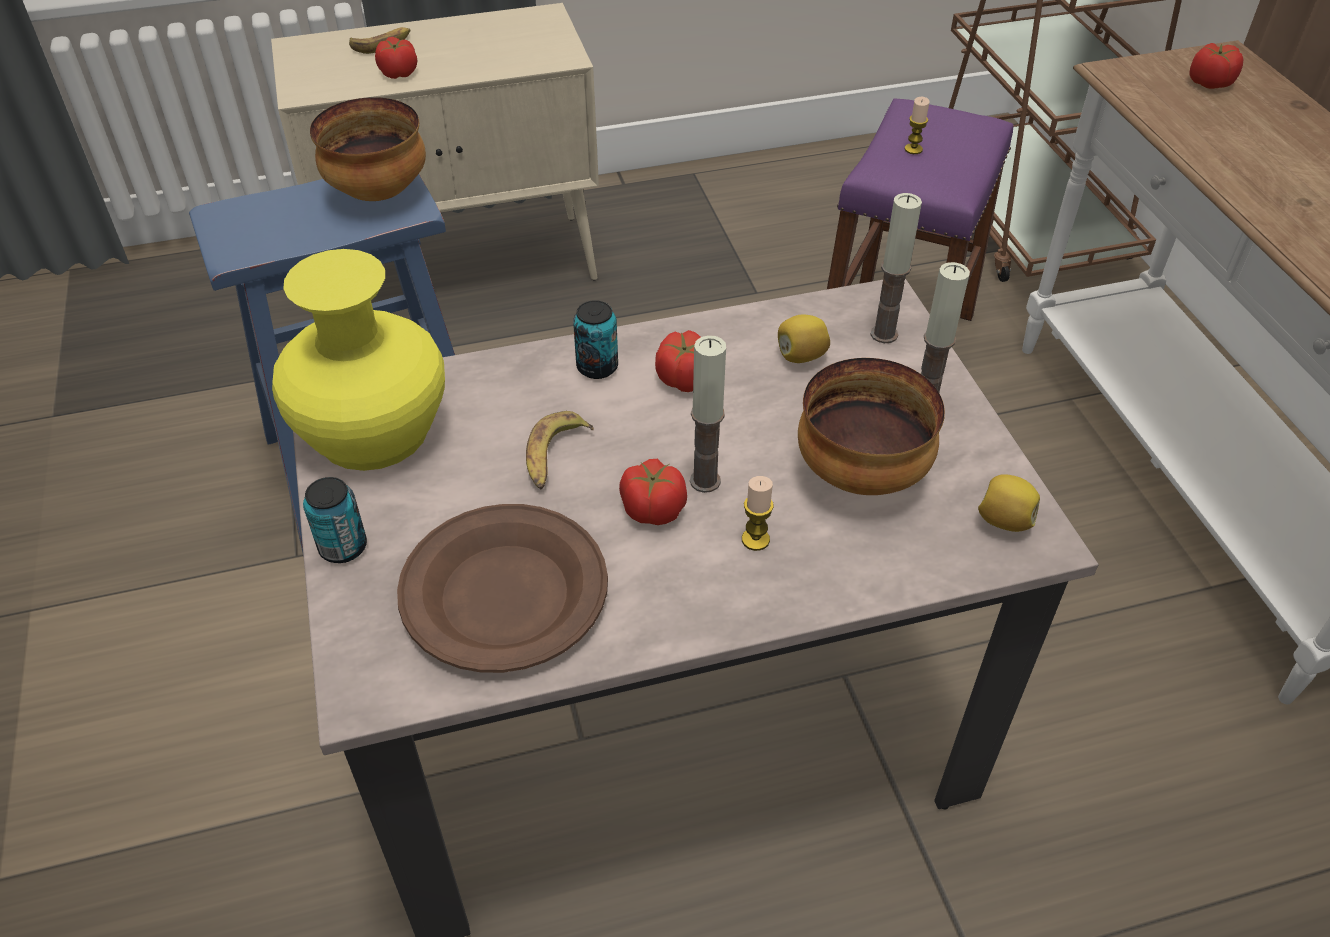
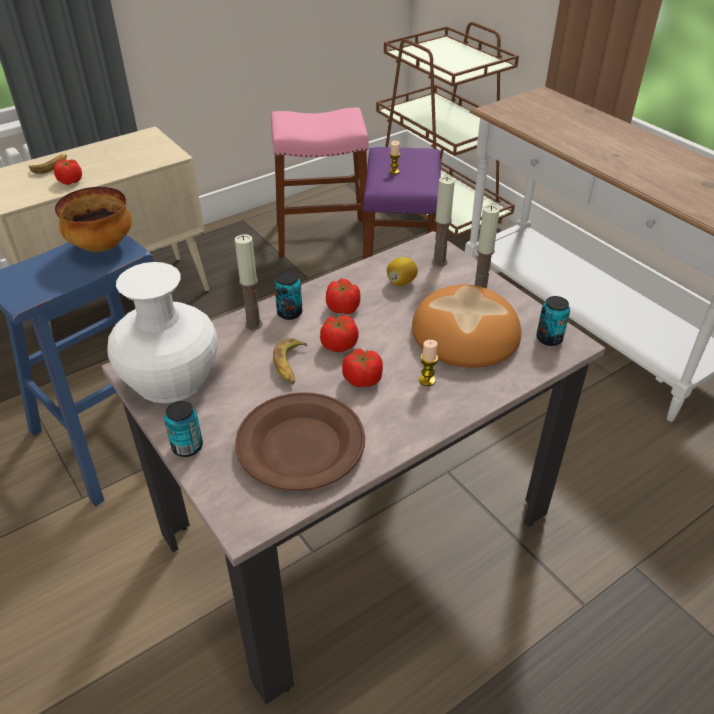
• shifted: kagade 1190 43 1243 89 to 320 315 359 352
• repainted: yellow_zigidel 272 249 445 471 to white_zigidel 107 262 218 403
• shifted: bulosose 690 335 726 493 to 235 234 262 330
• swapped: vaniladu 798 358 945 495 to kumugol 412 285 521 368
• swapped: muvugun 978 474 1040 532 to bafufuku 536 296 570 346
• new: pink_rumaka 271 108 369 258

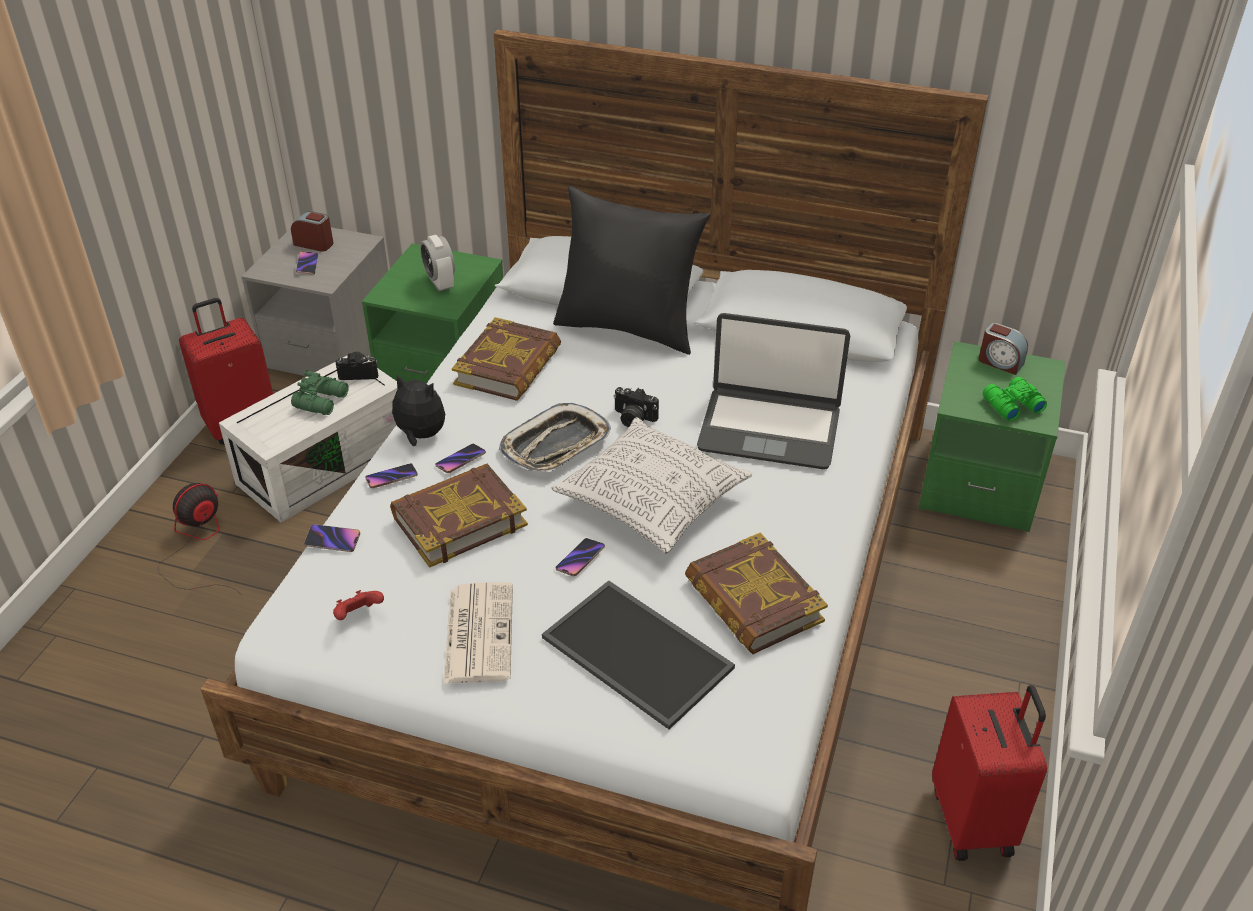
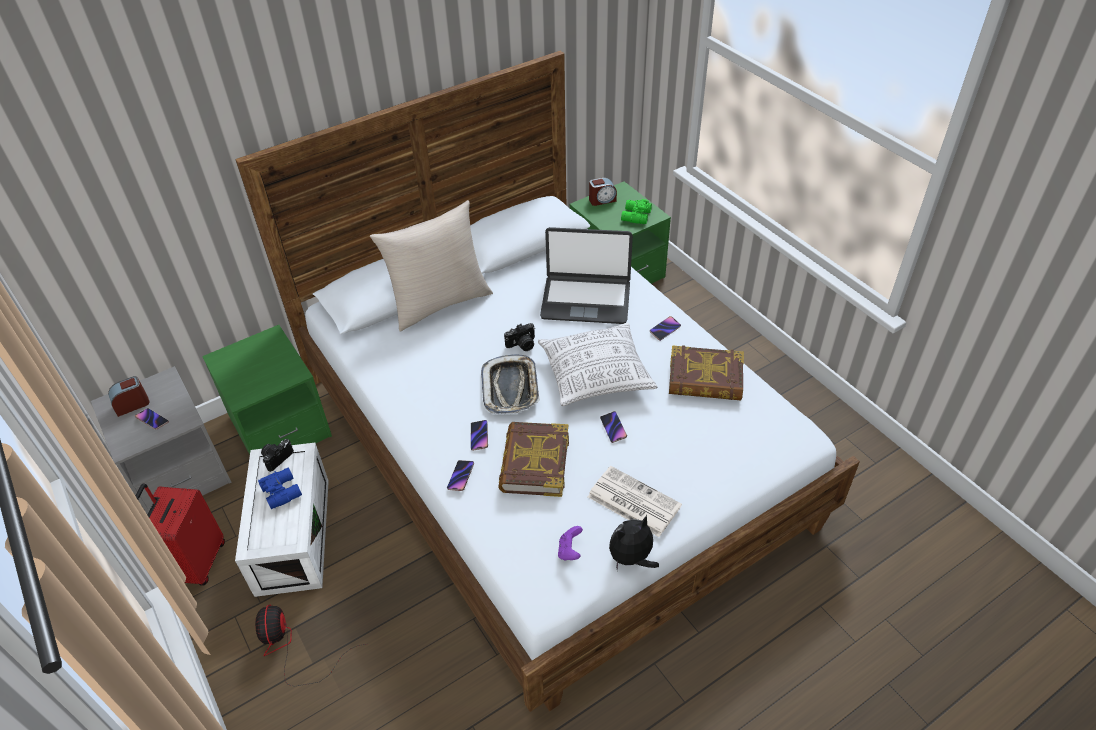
• repainted: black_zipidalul 553 186 710 355 to beige_zipidalul 370 200 493 332
• gone: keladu 420 235 455 291
• rotated: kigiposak 697 313 850 469 = 540 227 633 324 45 degrees clockwise
• gone: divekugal 452 317 561 401
• repainted: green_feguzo 291 370 349 415 to blue_feguzo 258 467 302 509
• shifted: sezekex 383 374 445 446 to 609 515 659 570
• shifted: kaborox 304 524 360 552 to 650 316 681 341
• gone: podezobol 542 580 735 729
• repainted: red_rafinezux 333 590 384 620 to purple_rafinezux 558 526 583 560
• gone: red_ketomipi 932 685 1047 861

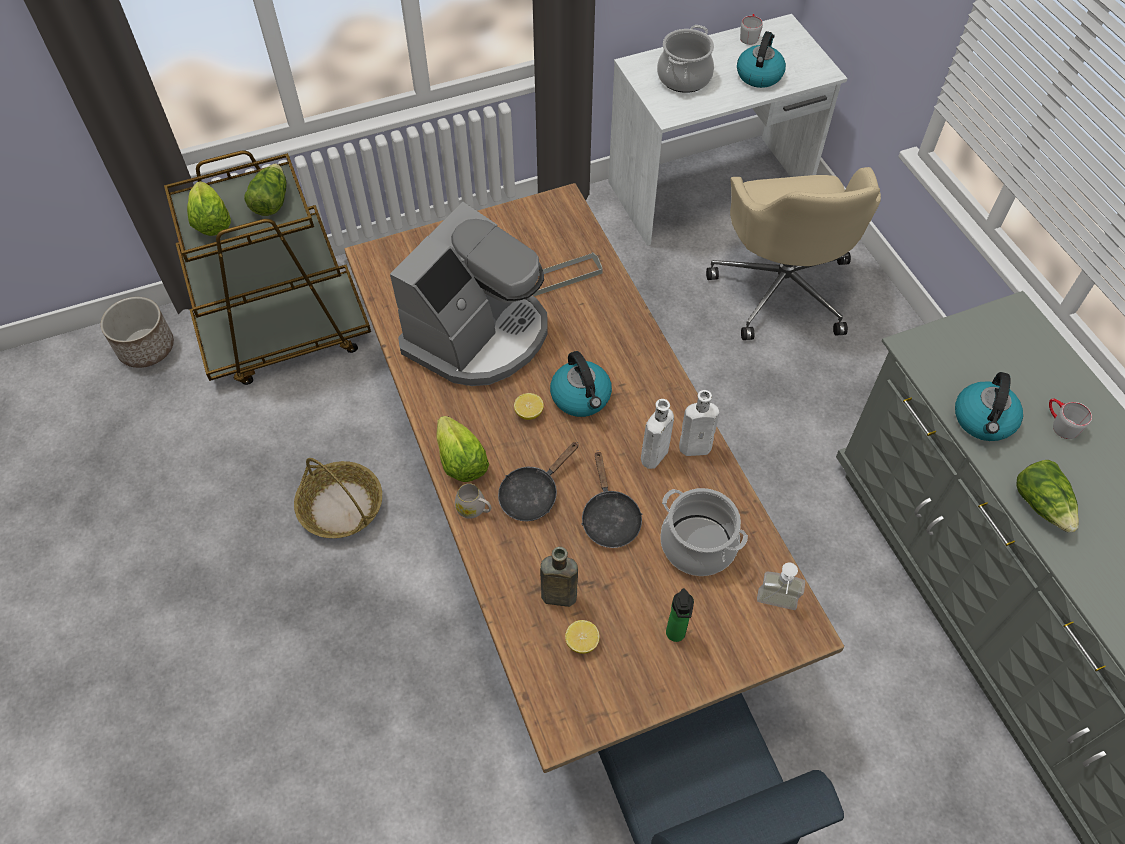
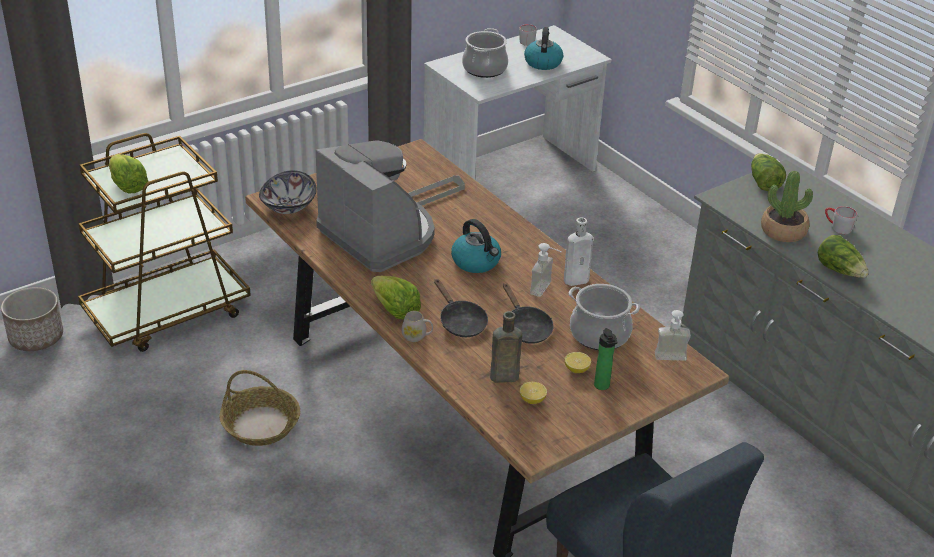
• shifted: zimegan 244 163 287 216 to 751 153 786 191
• gone: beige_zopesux 706 167 881 340
• rotated: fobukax 390 202 547 386 = 316 140 435 272 60 degrees counterclockwise
• swapped: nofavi 955 372 1023 441 to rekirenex 761 171 813 242
• shifted: muvugun 514 393 544 420 to 565 352 591 373
• swapped: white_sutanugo 641 399 674 469 to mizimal 530 243 561 297
• rotated: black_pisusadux 498 442 579 521 = 434 279 488 337 60 degrees counterclockwise
• new: vaniladu 259 170 317 214

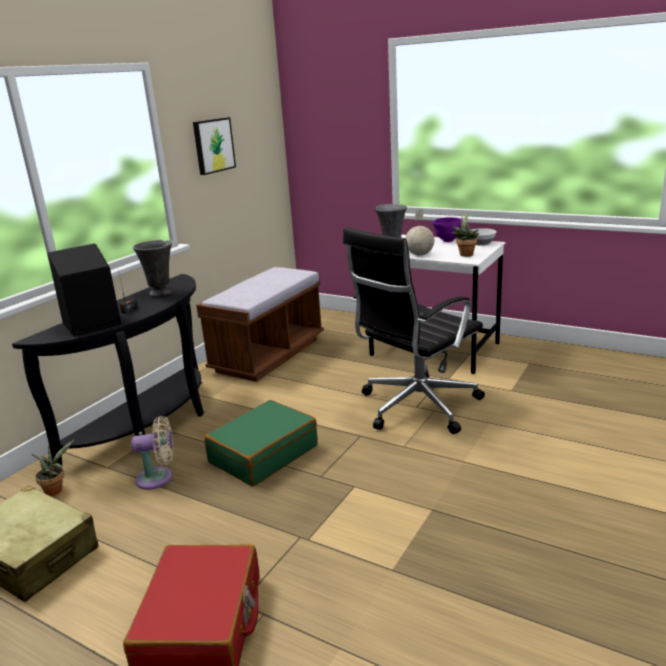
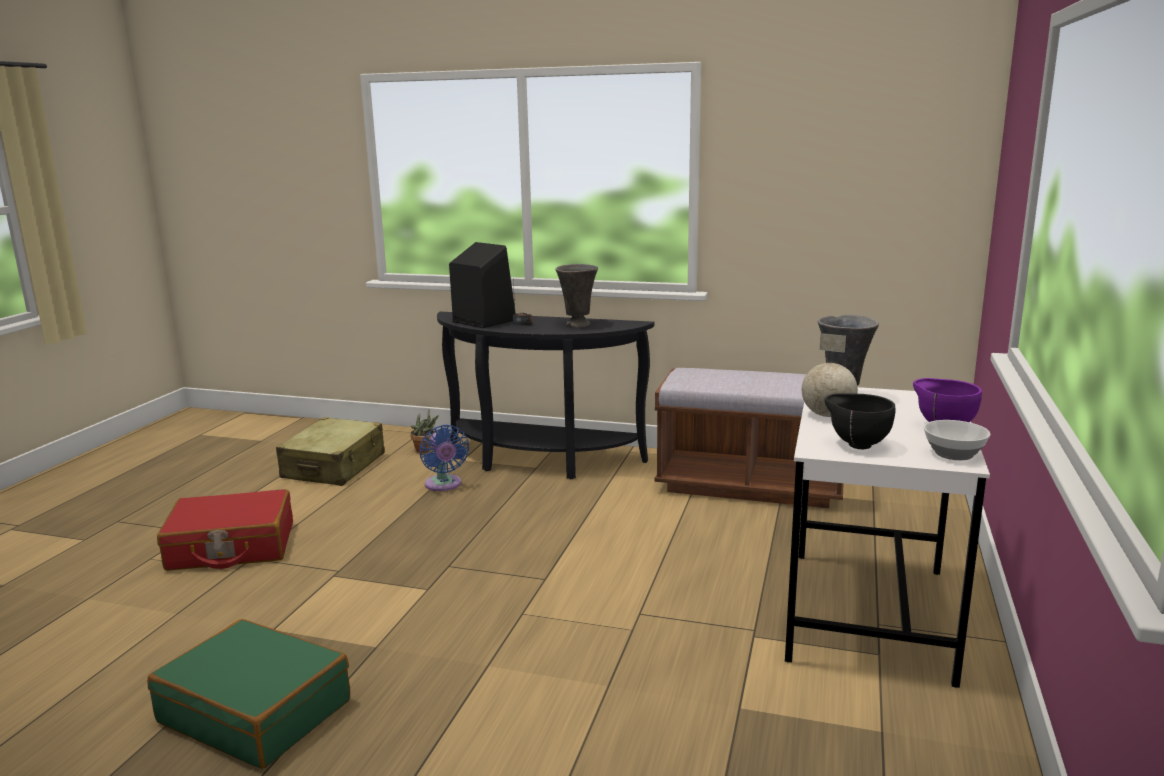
• gone: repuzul 193 117 236 175
• swapped: rekirenex 451 212 479 257 to black_vaniladu 824 393 895 449
• gone: black_zopesux 343 227 485 434
• shifted: green_ketomipi 204 400 318 486 to 147 619 350 769
• repainted: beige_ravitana 131 416 173 490 to blue_ravitana 419 425 469 491

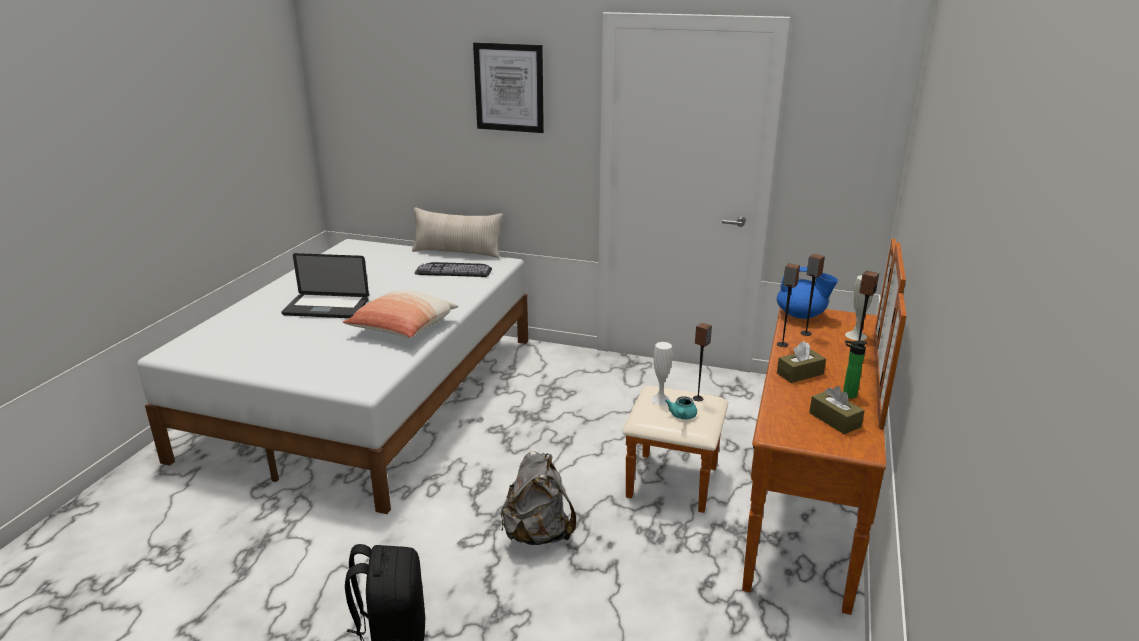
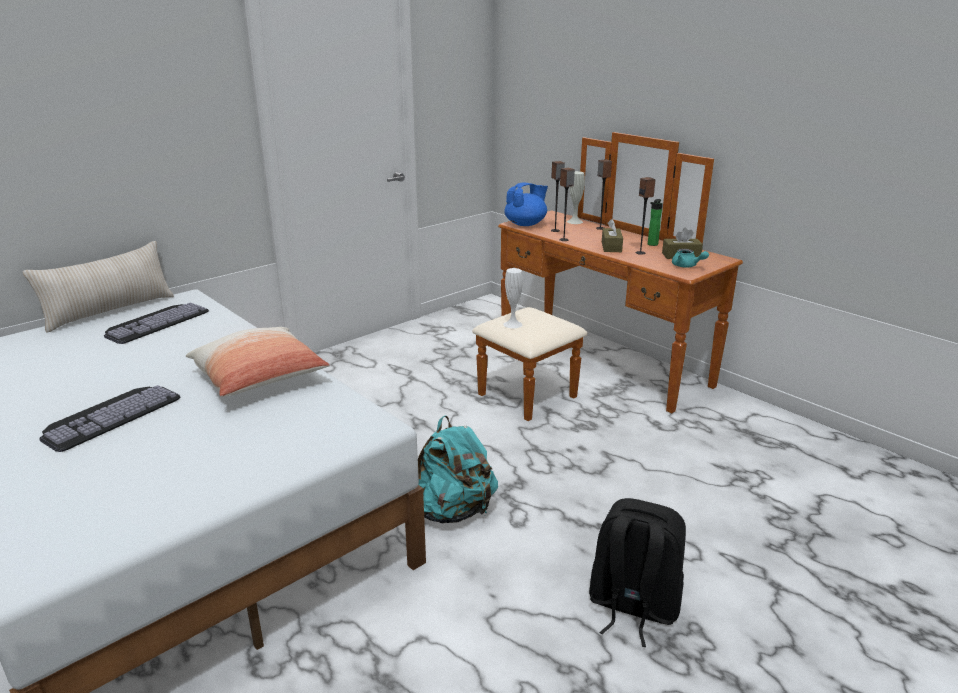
• gone: repuzul 473 42 544 133
• swapped: kigiposak 281 253 369 318 to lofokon 40 385 181 452
• shifted: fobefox 693 323 712 401 to 636 177 656 255
• shifted: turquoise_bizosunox 665 396 697 419 to 672 249 709 268
• gone: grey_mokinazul 501 451 576 545
• new: turquoise_mokinazul 418 416 498 523

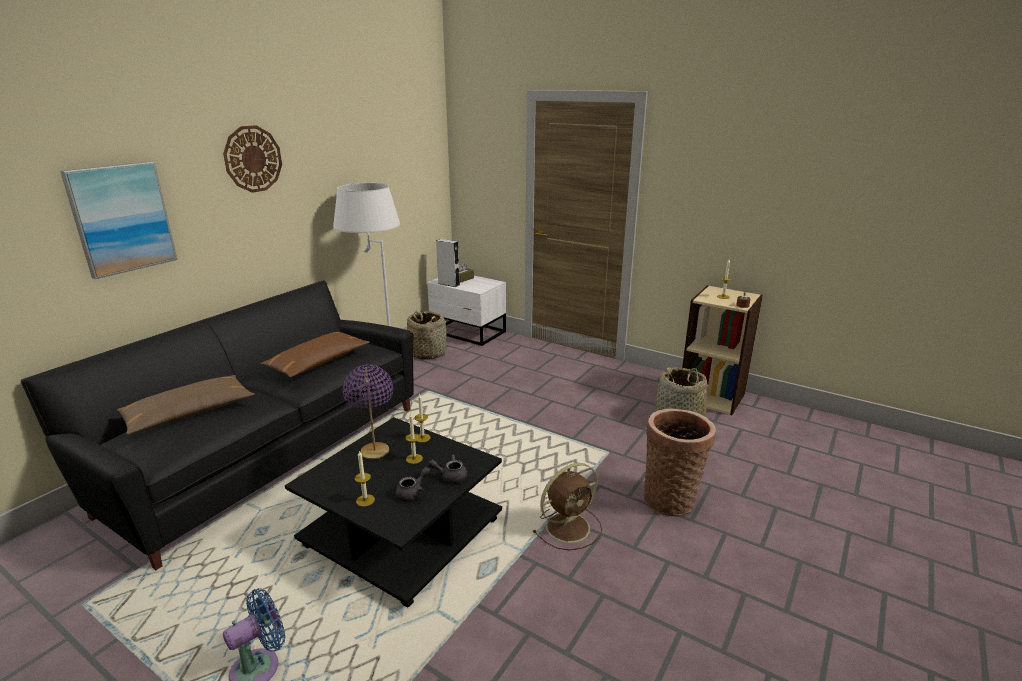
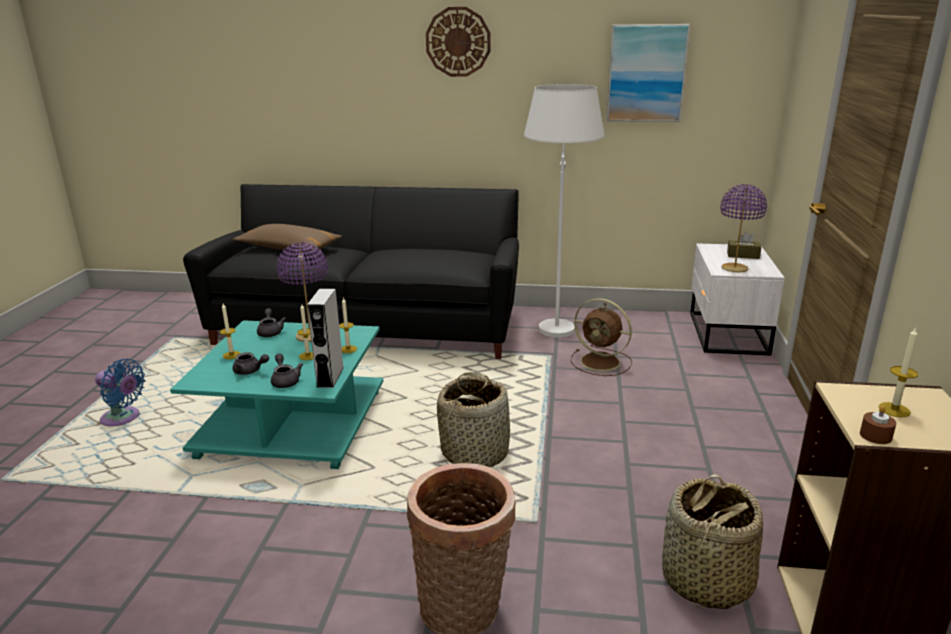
• shifted: repuzul 60 161 178 279 to 607 24 690 122
• shifted: grey_fobefox 436 239 460 287 to 307 288 344 388
• shifted: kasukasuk 407 310 447 360 to 437 372 510 467
• gone: brown_zipidalul 261 332 370 378
• repainted: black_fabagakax 285 417 502 608 to turquoise_fabagakax 170 320 383 469
• shifted: brown_ravitana 532 463 602 550 to 571 298 632 376
• new: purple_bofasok 721 184 767 272
• new: grey_bizosunox 257 308 286 337

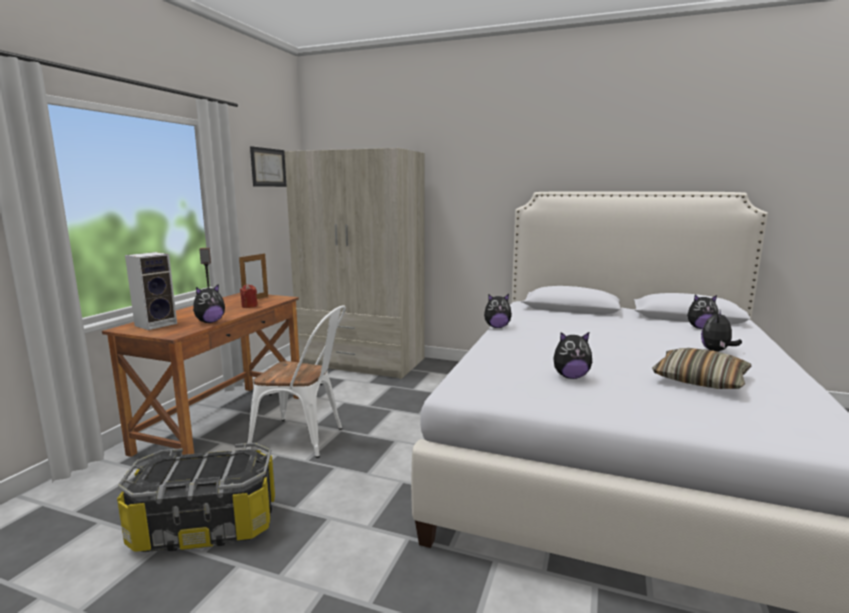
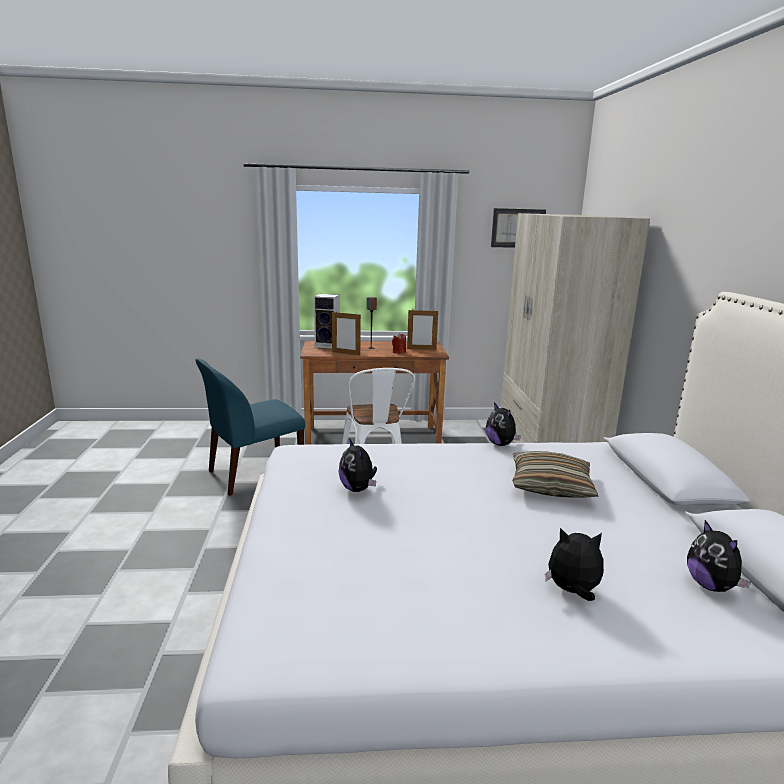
• swapped: sezekex 193 284 225 323 to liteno 332 311 361 355
• shifted: zipidalul 652 348 751 389 to 512 451 599 498
• swapped: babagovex 117 443 275 552 to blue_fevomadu 196 358 305 496

